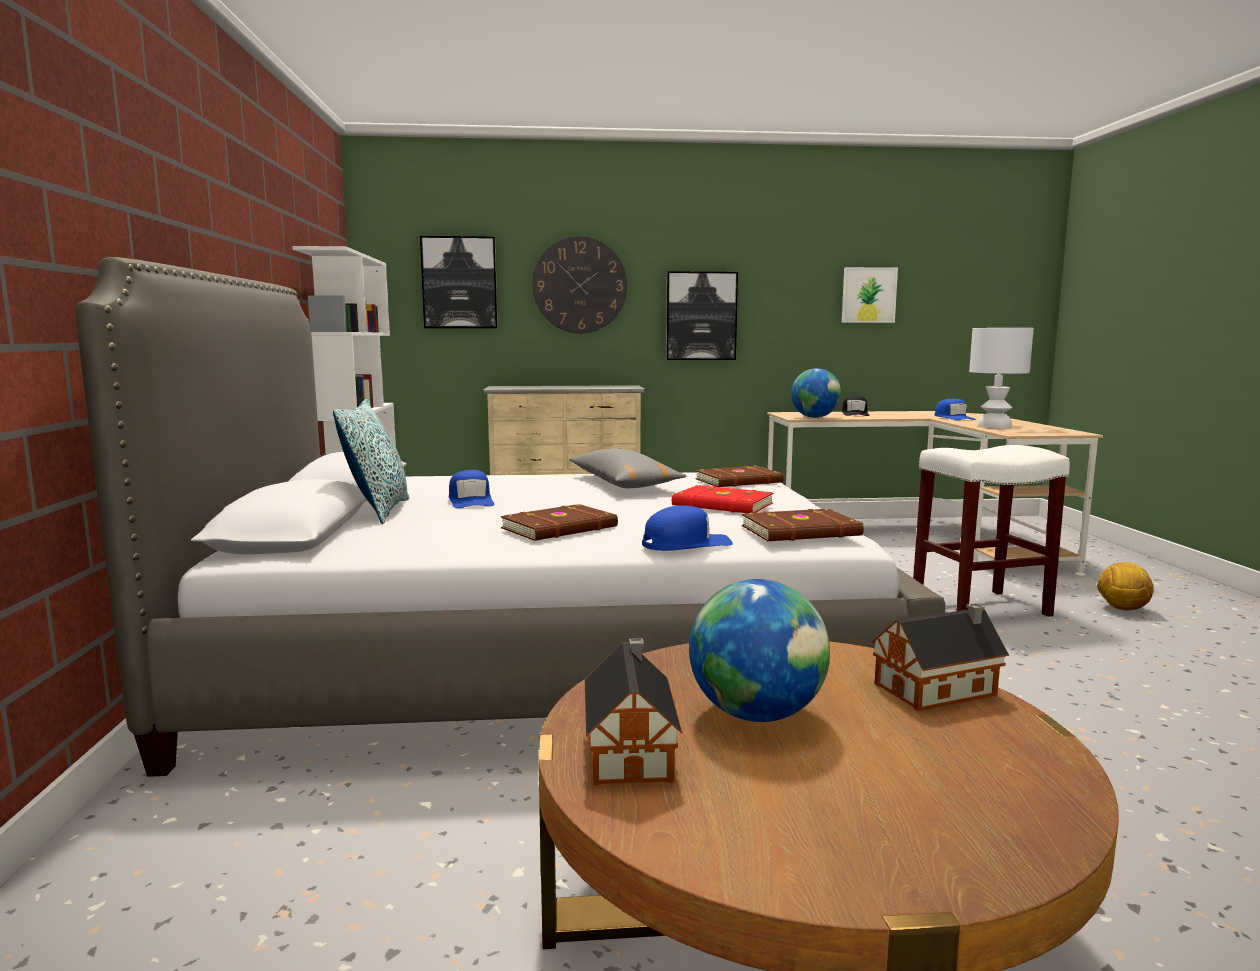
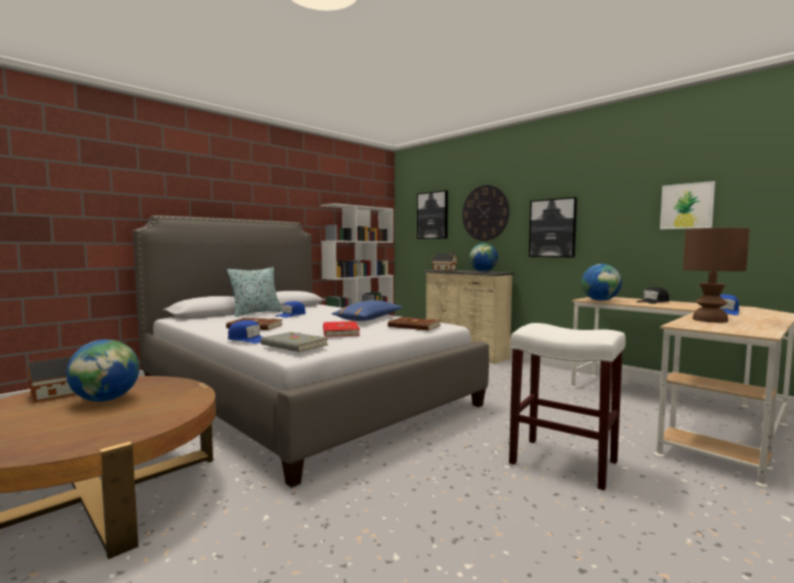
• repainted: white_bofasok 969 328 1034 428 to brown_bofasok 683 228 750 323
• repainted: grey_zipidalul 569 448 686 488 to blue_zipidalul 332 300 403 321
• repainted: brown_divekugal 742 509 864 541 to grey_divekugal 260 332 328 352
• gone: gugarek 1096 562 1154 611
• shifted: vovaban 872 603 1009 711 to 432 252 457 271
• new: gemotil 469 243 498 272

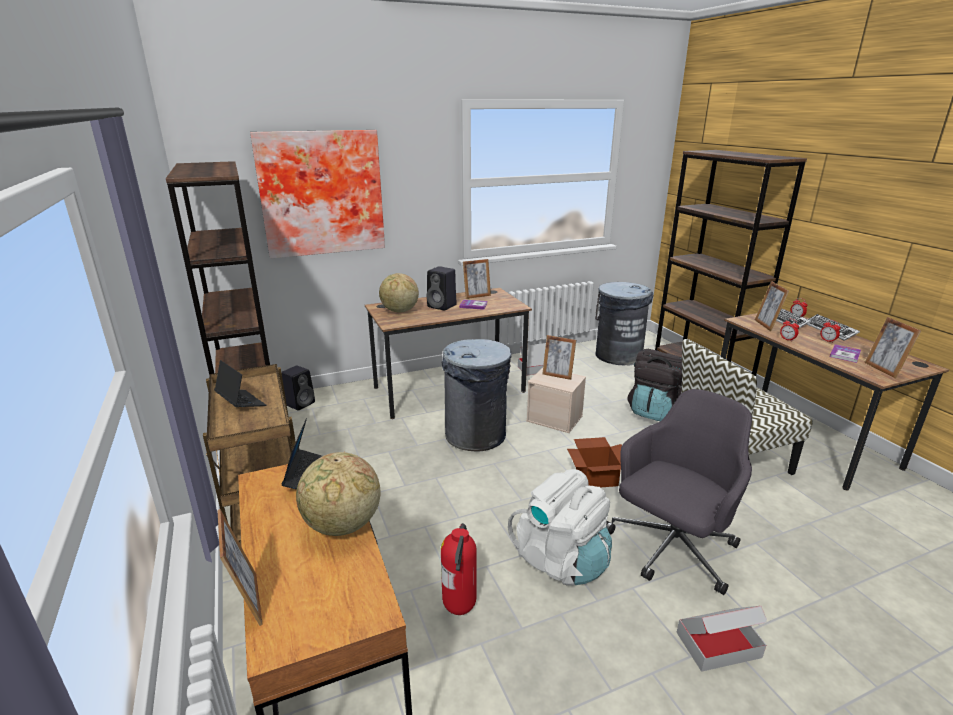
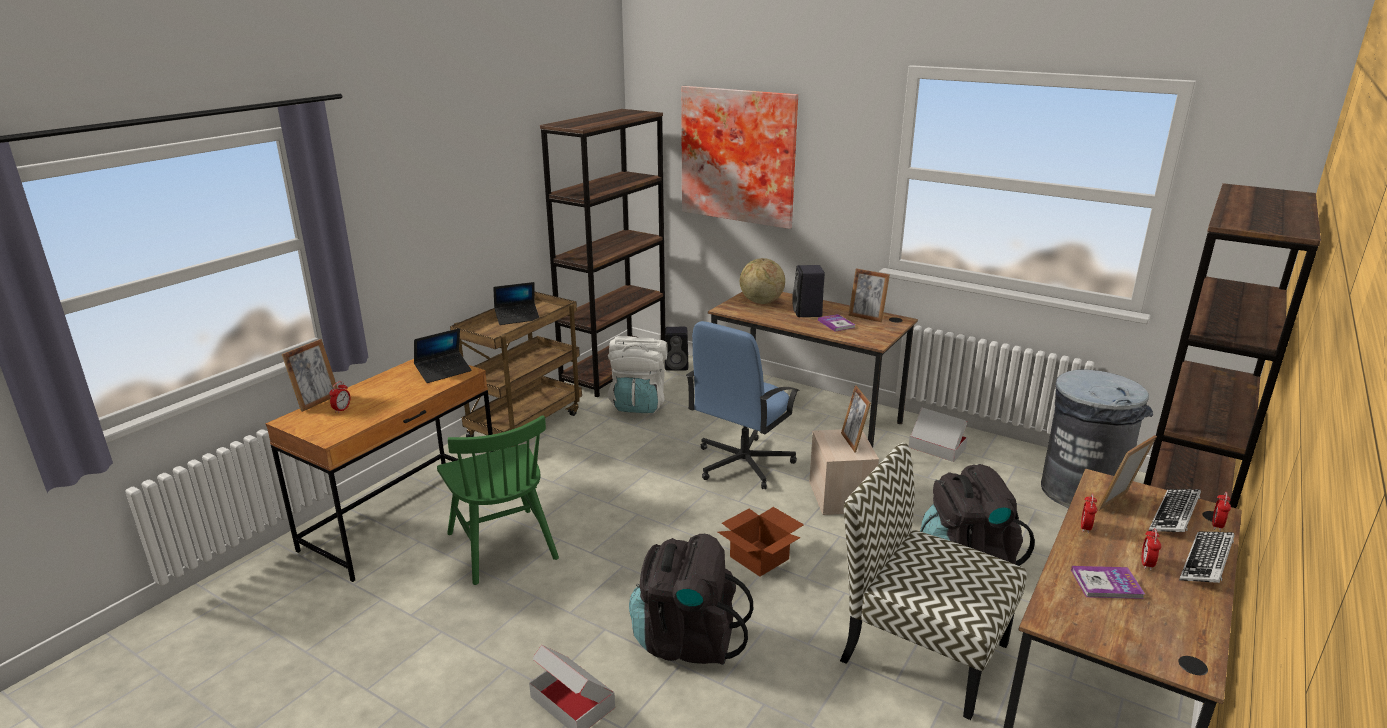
• gone: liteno 864 317 921 378
• swapped: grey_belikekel 441 339 512 452 to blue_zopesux 686 321 800 489
• rotated: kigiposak 214 360 267 407 = 493 282 539 325 60 degrees clockwise
• swapped: grey_zopesux 606 389 752 595 to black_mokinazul 629 534 753 665
• gone: gemotil 296 452 380 536
• shifted: white_mokinazul 508 469 612 586 to 608 336 668 413
• swapped: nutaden 441 523 477 615 to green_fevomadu 437 415 559 585
• new: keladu 329 381 350 413

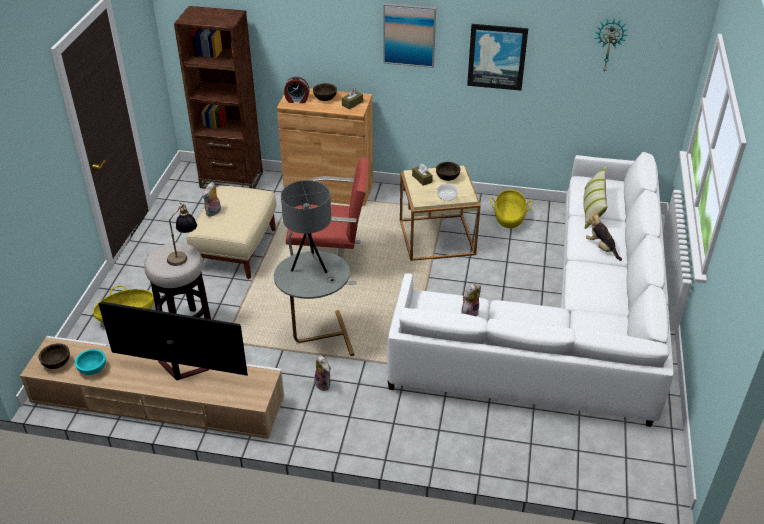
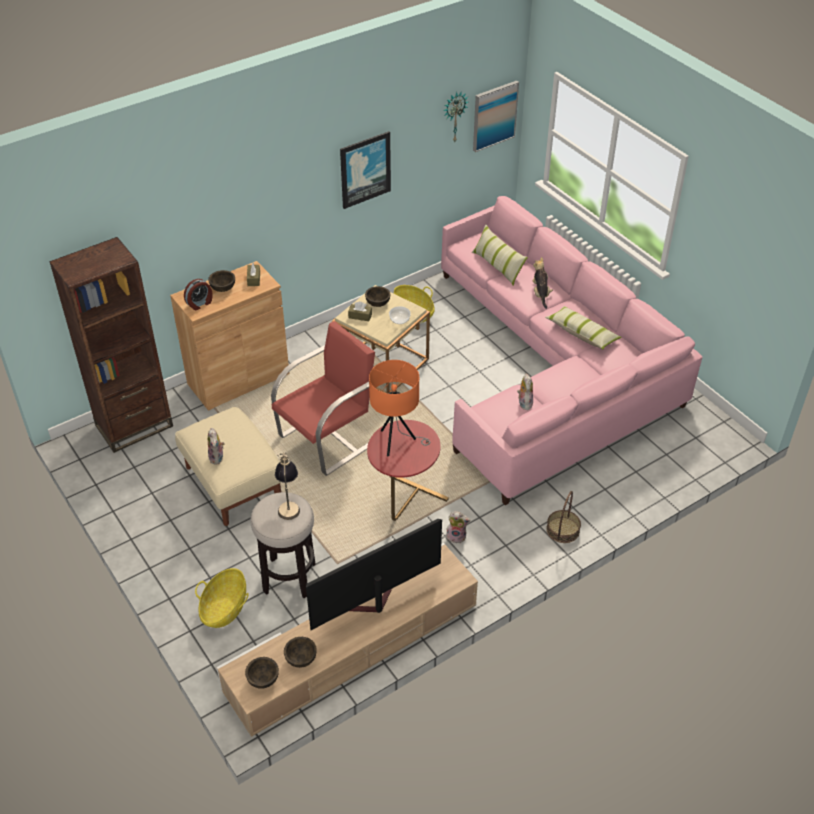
• shifted: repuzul 383 3 436 68 to 473 81 519 152
• repainted: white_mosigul 387 152 673 427 to pink_mosigul 441 196 702 505
• repainted: grey_bofasok 281 180 335 283 to orange_bofasok 369 360 430 456
• rotated: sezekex 585 211 622 261 = 533 257 553 309 75 degrees clockwise
• repainted: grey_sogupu 274 251 354 356 to red_sogupu 367 420 449 521
• repainted: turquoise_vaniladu 75 349 106 375 to brown_vaniladu 284 637 317 668
• new: zipidalul 545 306 622 350
• new: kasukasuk 546 491 581 543

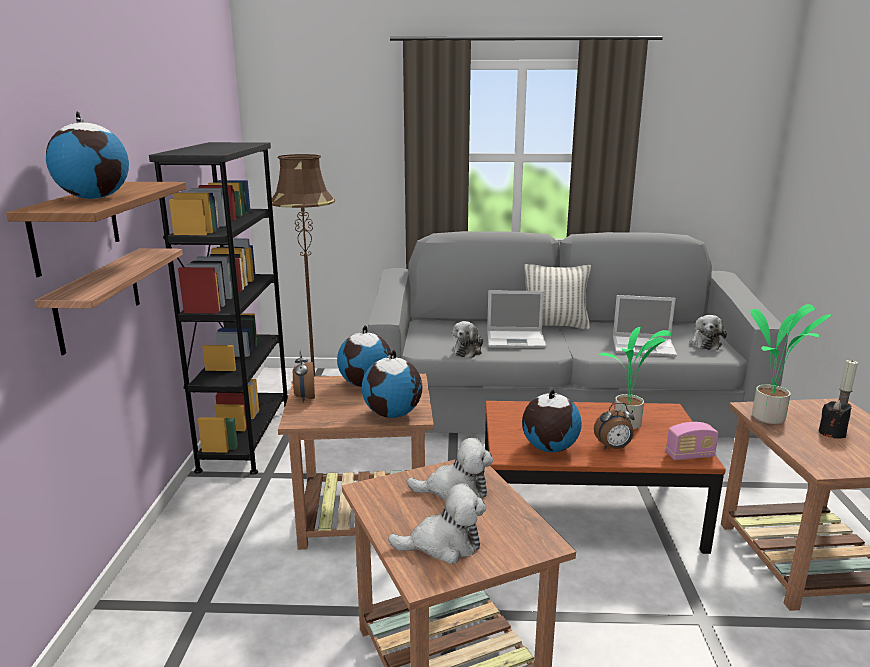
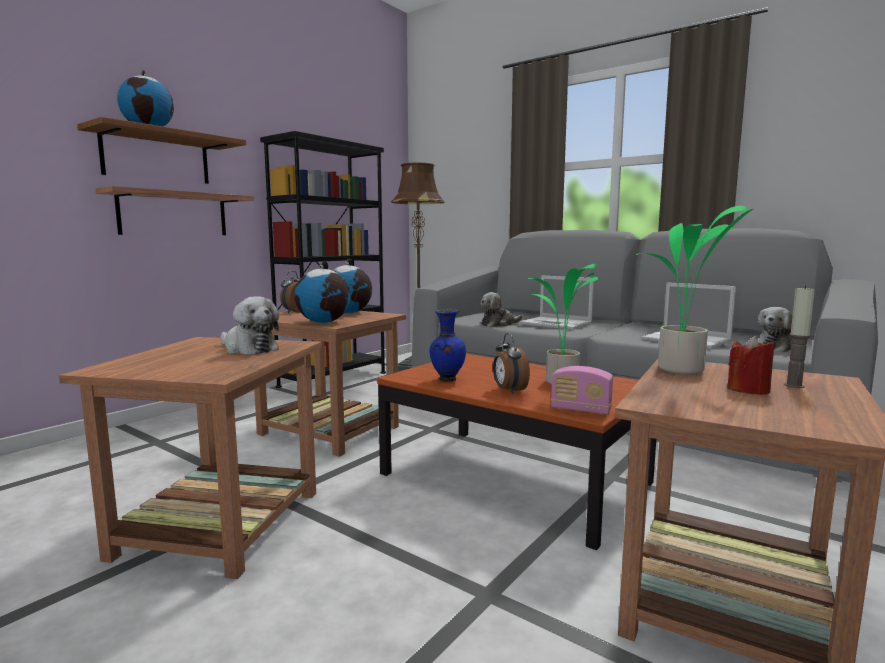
• gone: zipidalul 524 264 591 330
• swapped: gemotil 522 389 582 452 to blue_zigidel 429 309 466 382
• repainted: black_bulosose 819 400 851 439 to red_bulosose 727 336 775 395
• rotated: keladu 594 403 635 449 = 493 333 530 394 45 degrees clockwise
• gone: sezekex 388 483 486 564

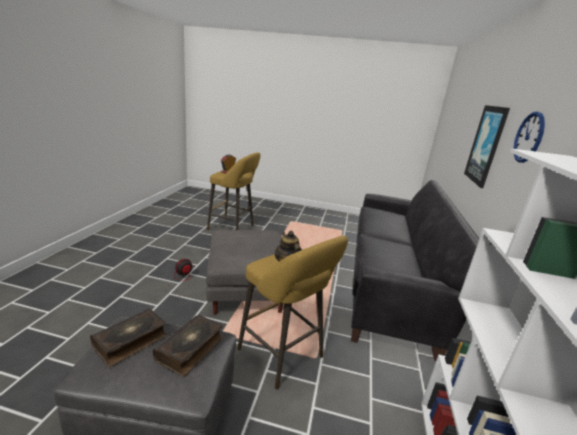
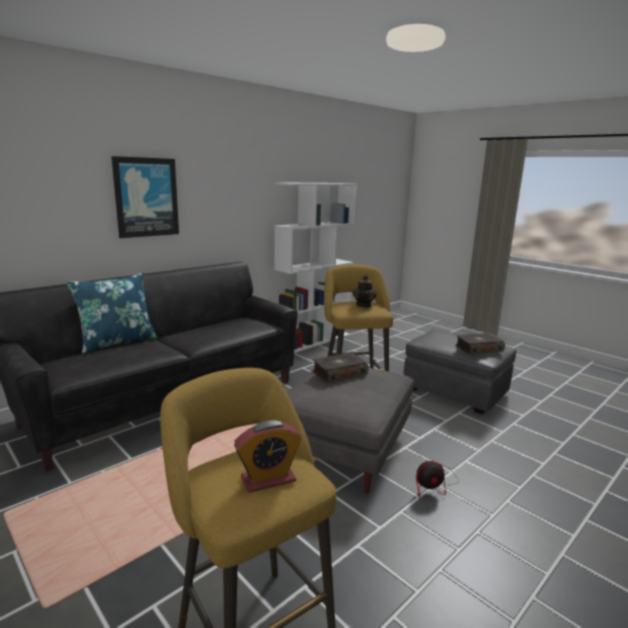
• gone: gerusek 514 111 545 163
• shifted: divekugal 153 315 223 377 to 312 352 369 383
• new: blue_zipidalul 67 273 158 354

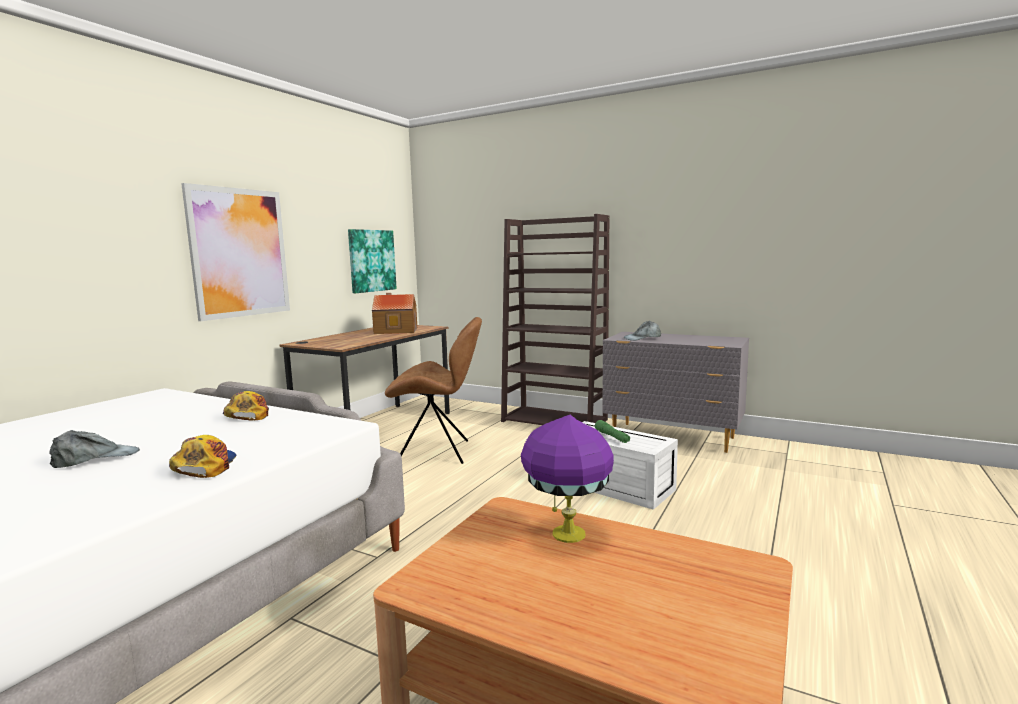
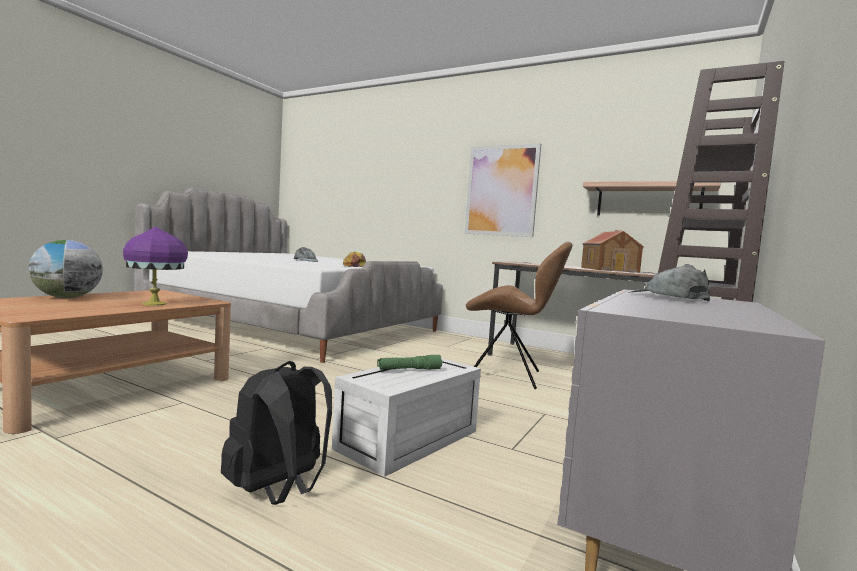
• swapped: repuzul 348 229 397 293 to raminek 583 181 721 216
• rotated: brown_fevomadu 385 317 482 464 = 466 241 573 389 75 degrees counterclockwise
• gone: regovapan 169 435 237 478
• new: gemotil 28 240 103 298
• new: black_mokinazul 221 361 332 505

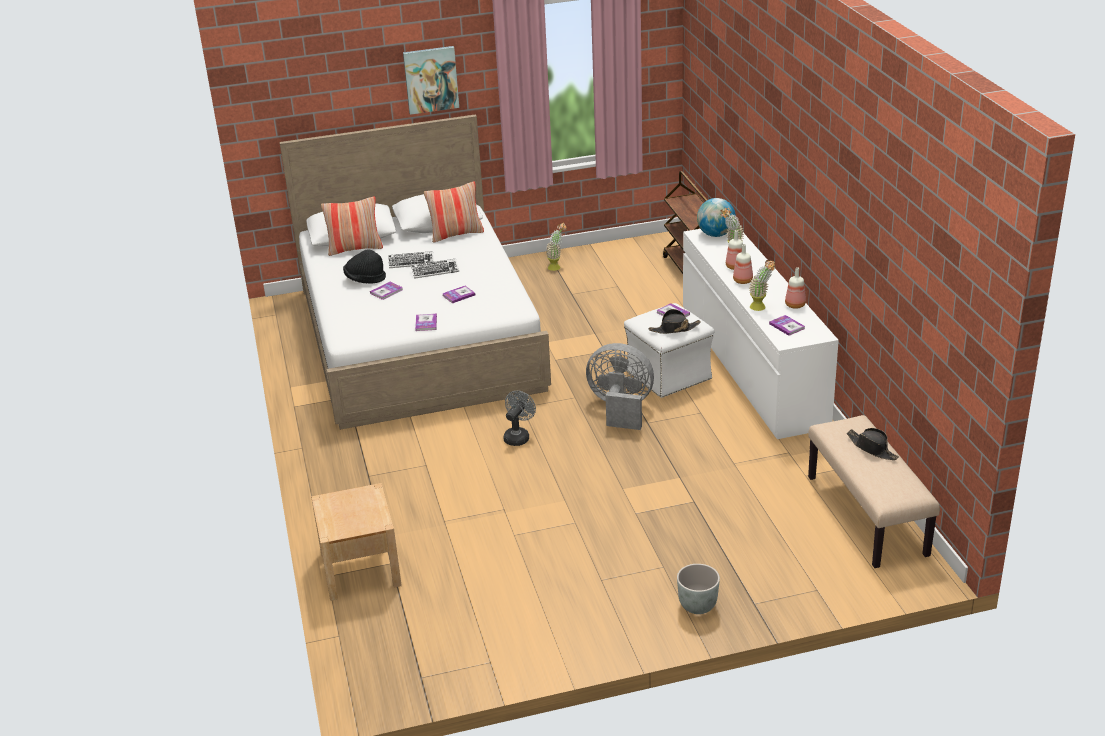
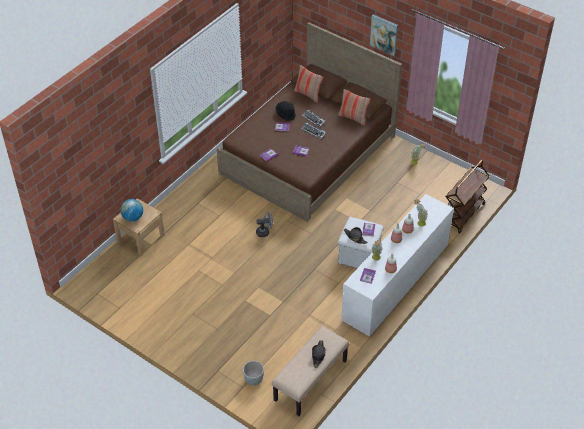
• repainted: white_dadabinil 280 114 551 430 to brown_dadabinil 217 23 402 222
• shifted: gemotil 697 198 736 237 to 120 199 143 222
• gone: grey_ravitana 586 343 654 430
• shifted: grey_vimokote 677 564 720 614 to 243 361 264 386

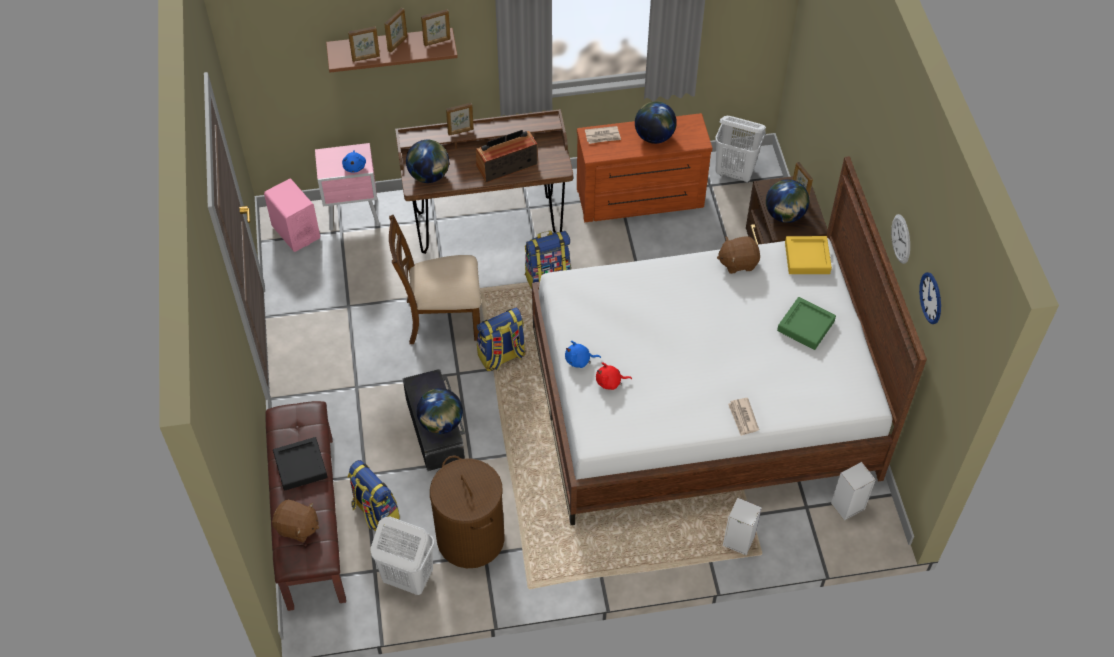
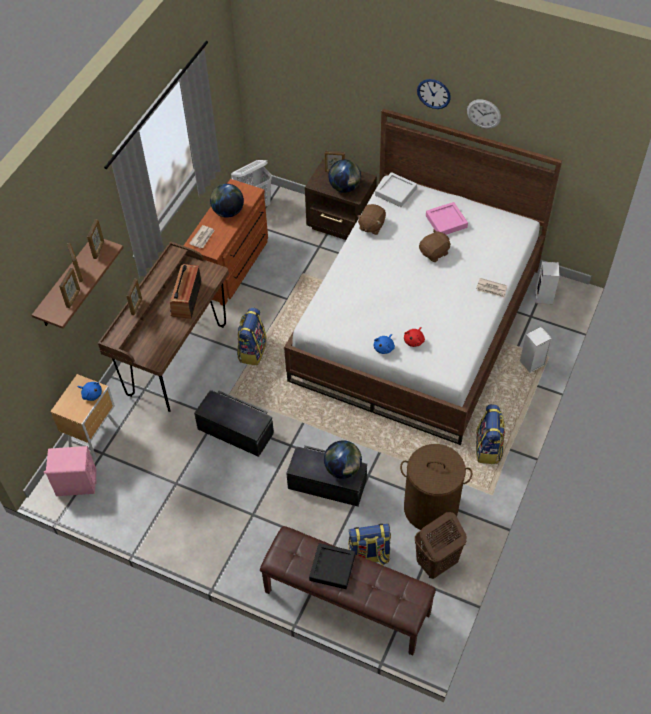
• gone: gemotil 406 140 449 183
• repainted: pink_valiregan 315 143 380 231 to brown_valiregan 50 374 118 460
• swapped: brown_fevomadu 389 215 481 344 to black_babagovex 194 390 274 457
• repainted: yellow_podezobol 785 236 832 274 to grey_podezobol 375 172 417 207
• shifted: gerusek 919 272 941 324 to 417 79 451 109
• repainted: green_podezobol 777 297 836 350 to pink_podezobol 426 202 468 235
• shifted: mokinazul 477 307 526 371 to 476 404 505 464
• shifted: brown_sezekex 272 500 319 542 to 419 229 451 262
• repainted: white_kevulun 370 517 434 595 to brown_kevulun 415 512 467 579

